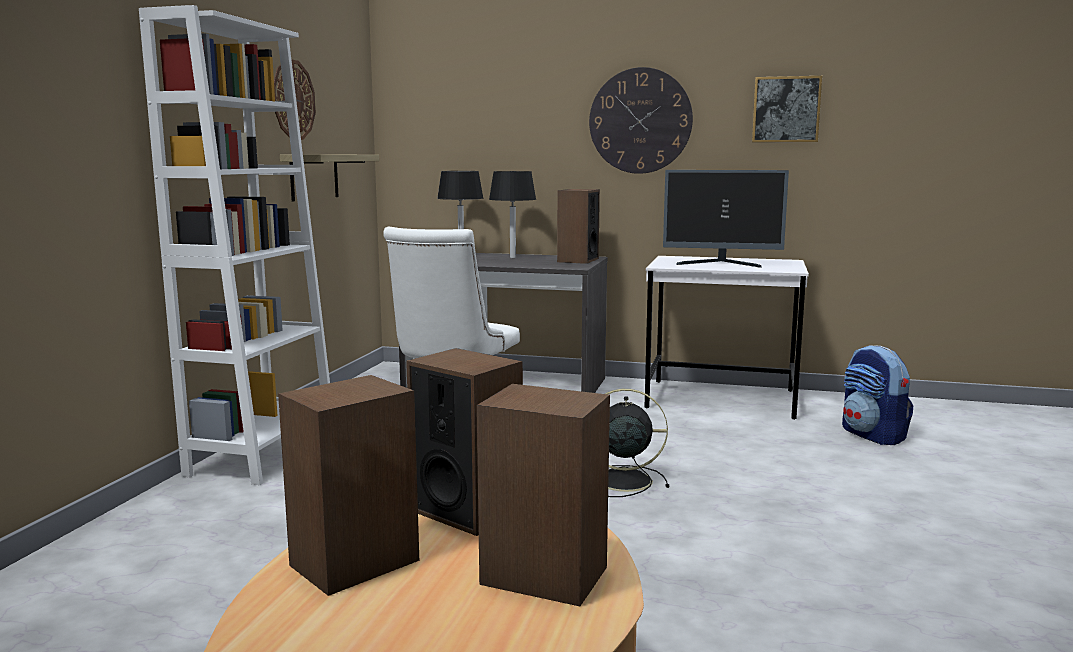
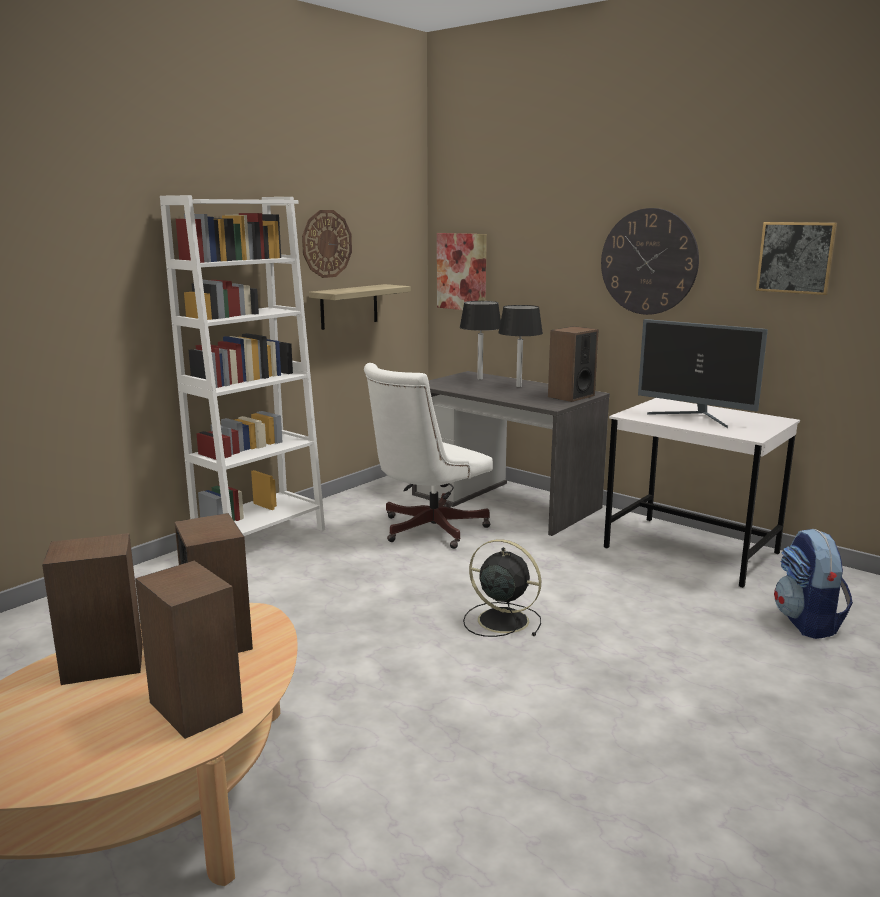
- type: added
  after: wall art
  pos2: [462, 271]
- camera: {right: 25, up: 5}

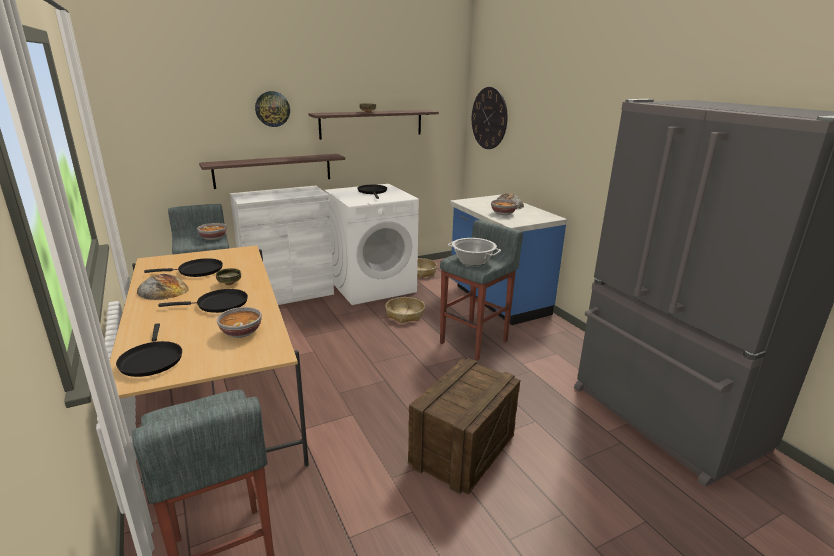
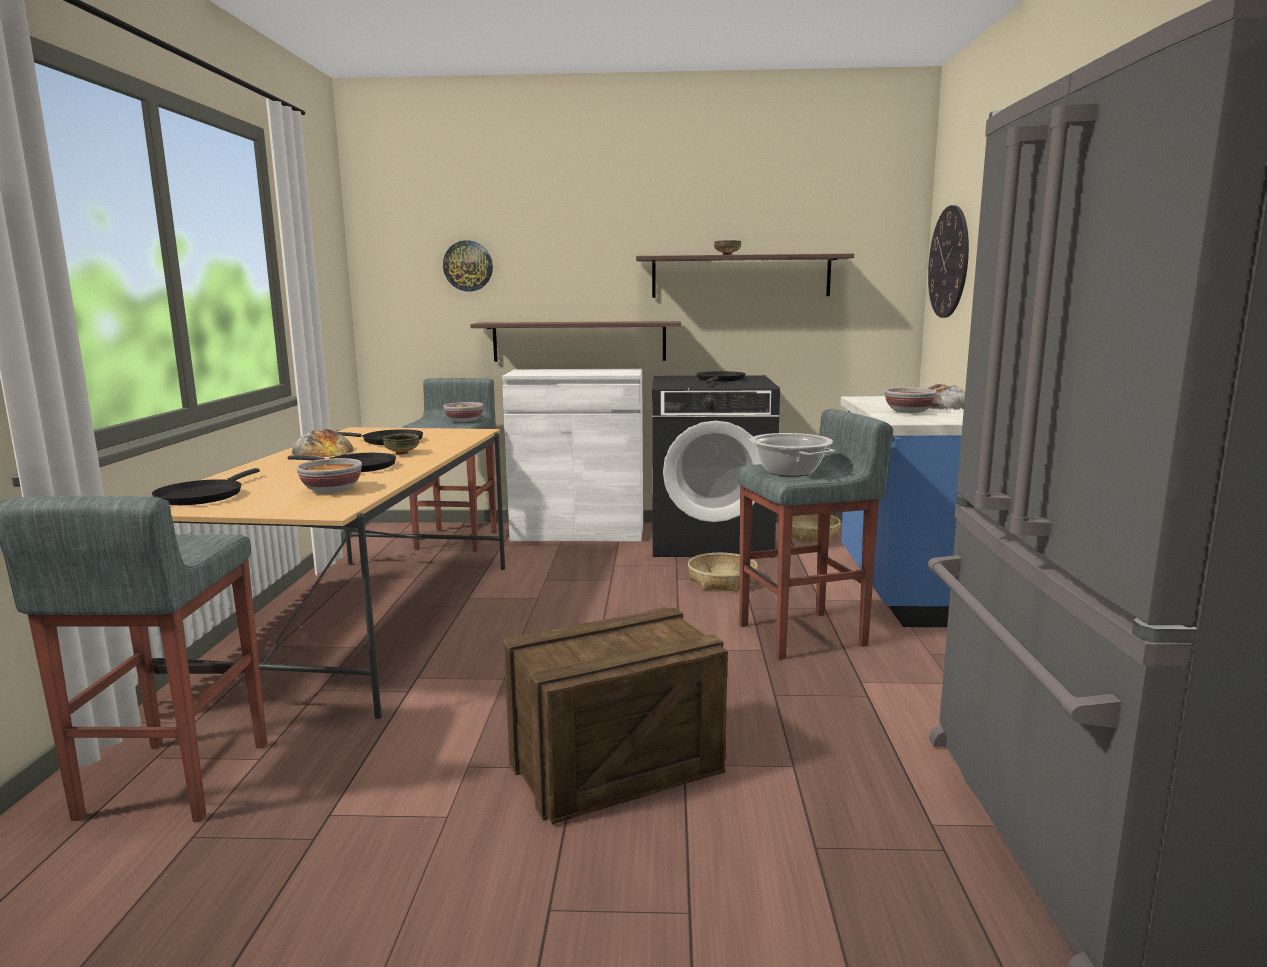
- type: moved
  before: wall clock
  pos1: [272, 109]
  pos2: [468, 266]
- type: recoloured
  before: washing machine (whitish)
  after: washing machine (black-coloured)
  pos1: [372, 286]
  pos2: [711, 540]
- camera: {right: 30, up: -10}

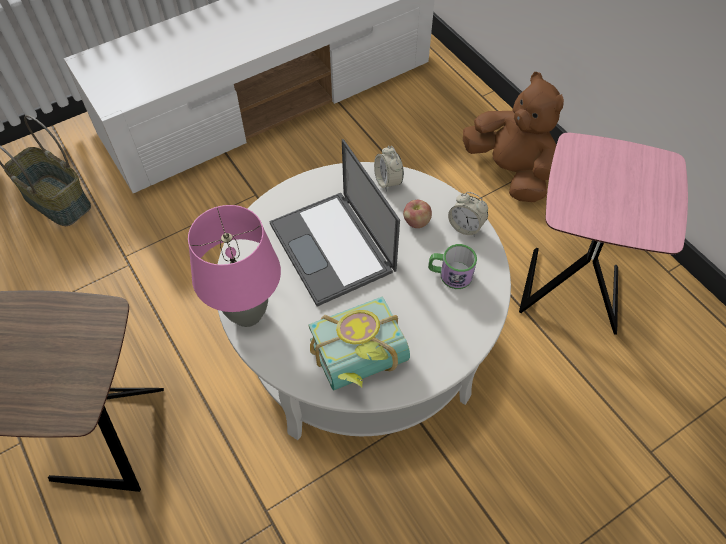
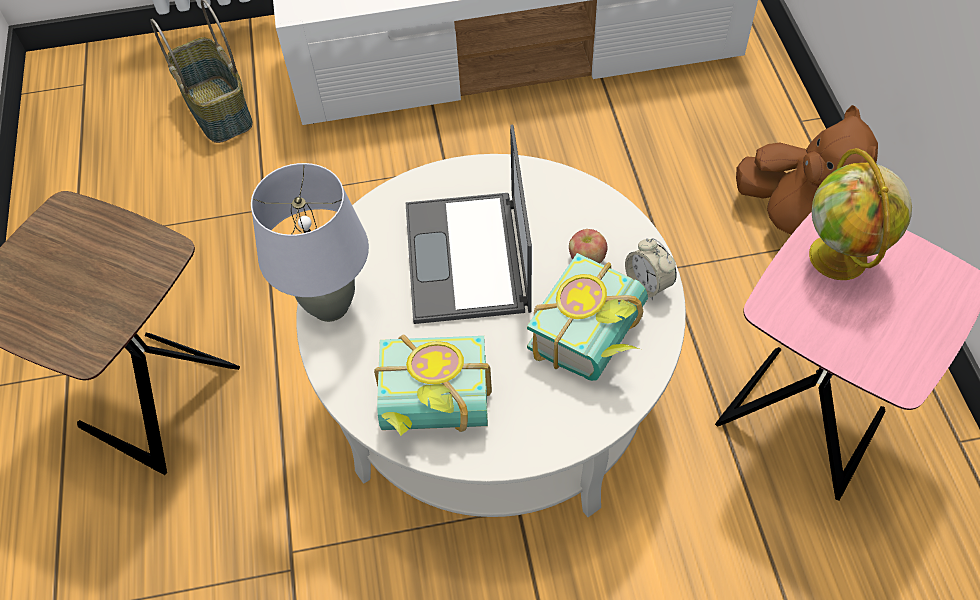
- type: recoloured
  before: lamp for a table (pinkish)
  after: lamp for a table (greyish)
  pos1: [248, 314]
  pos2: [330, 306]
- type: removed
  before: alarm clock
  pos1: [388, 181]
- type: replaced
  before: tea mug
  after: volume
  pos1: [450, 274]
  pos2: [596, 338]
- type: added
  after: globe
  pos2: [839, 258]
- camera: {right: 25, up: 0}

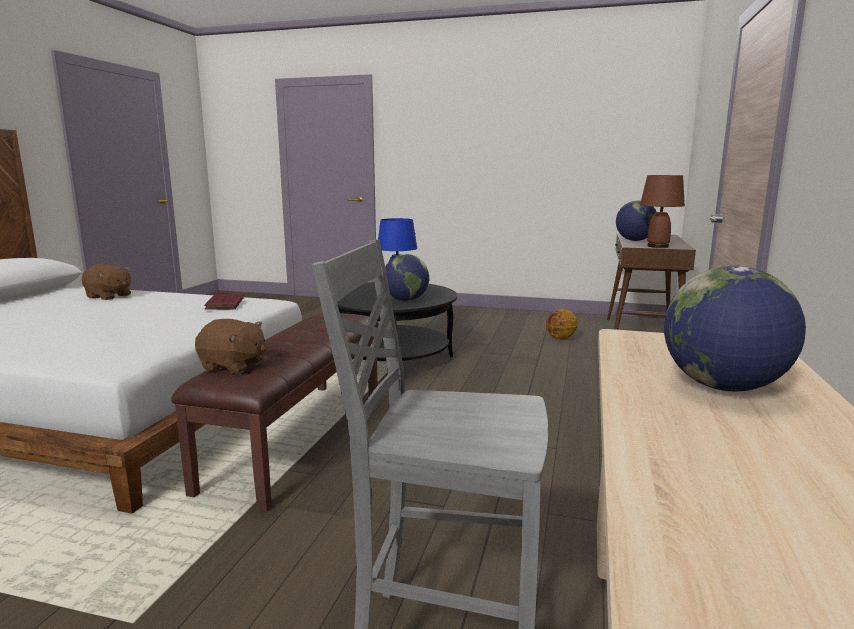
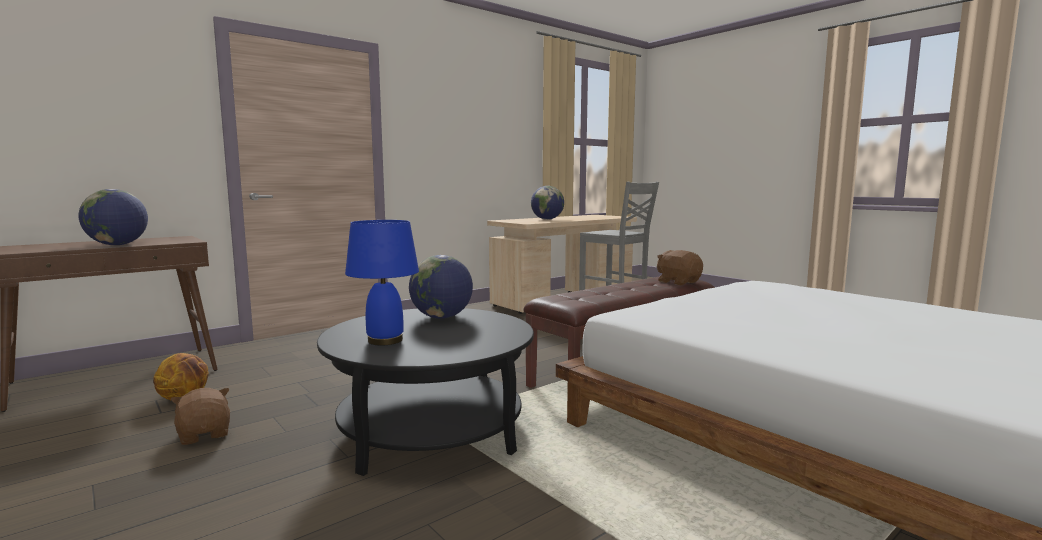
- type: moved
  before: cuddly toy (brown)
  pos1: [109, 296]
  pos2: [205, 434]
- type: removed
  before: volume (red-coloured)
  pos1: [225, 304]
- type: removed
  before: lamp for a table (brown)
  pos1: [658, 246]
- camera: {right: -145, up: -5}

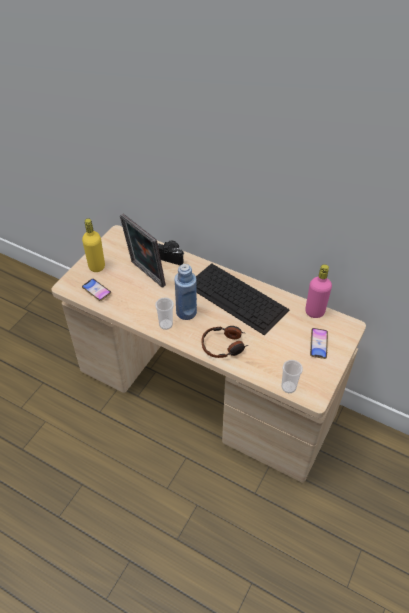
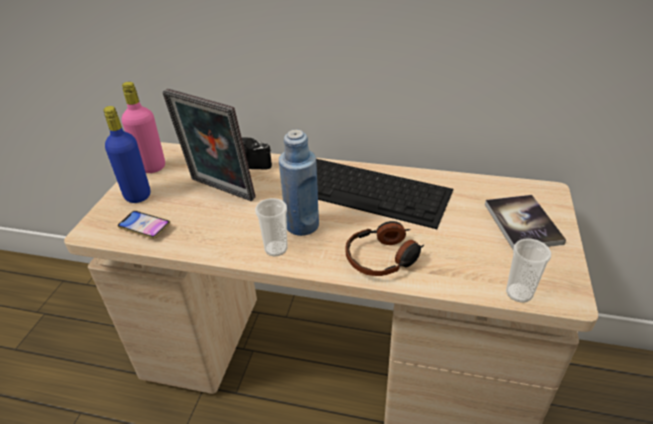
- type: recoloured
  before: drink bottle (yellowish)
  after: drink bottle (bluish)
  pos1: [97, 266]
  pos2: [137, 195]
- type: moved
  before: drink bottle (pinkish)
  pos1: [314, 312]
  pos2: [152, 167]
- type: replaced
  before: phone
  after: volume
  pos1: [318, 344]
  pos2: [522, 223]
- camera: {right: -15, up: -10}

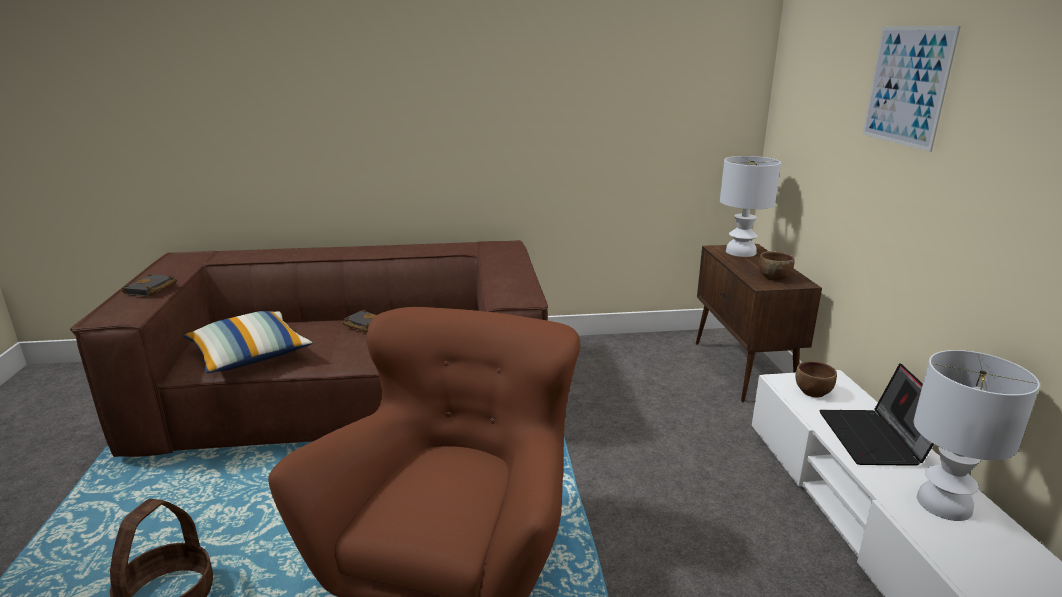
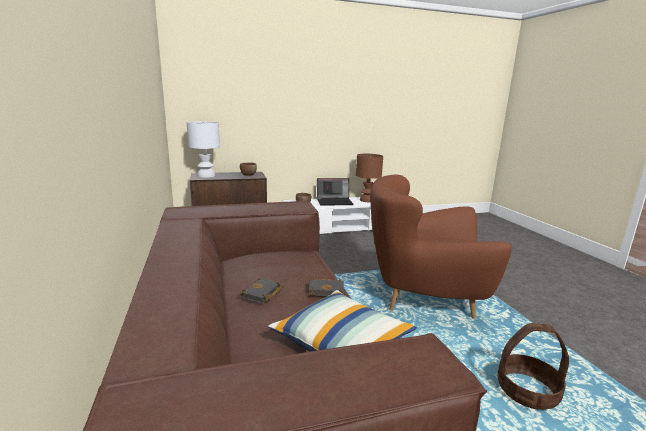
- type: moved
  before: volume (black-coloured)
  pos1: [151, 289]
  pos2: [327, 290]
- type: removed
  before: wall art
  pos1: [906, 86]
- type: recoloured
  before: lamp for a table (whitish)
  after: lamp for a table (brown)
  pos1: [942, 504]
  pos2: [367, 200]
- camera: {right: -100, up: -5}

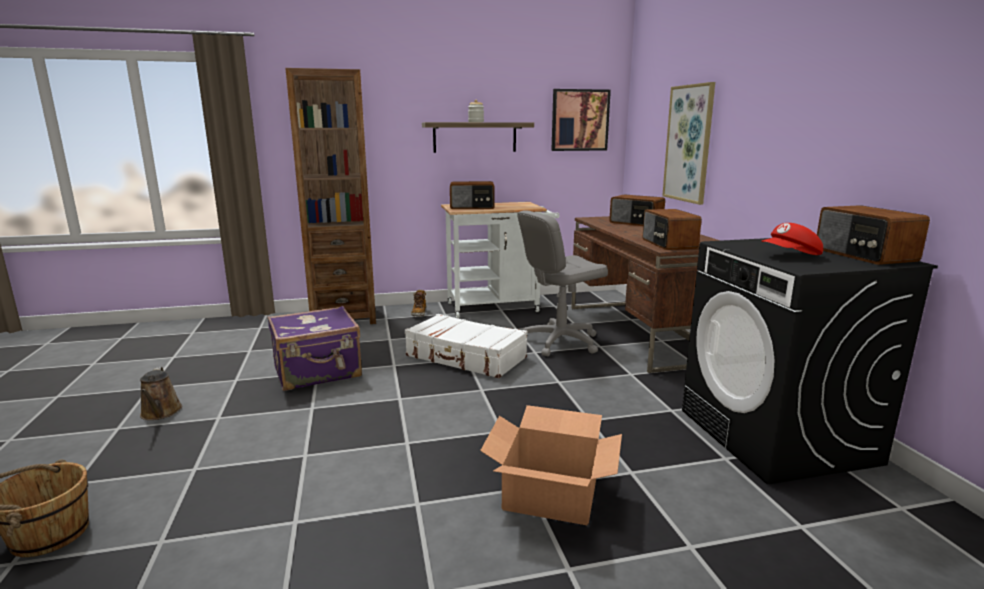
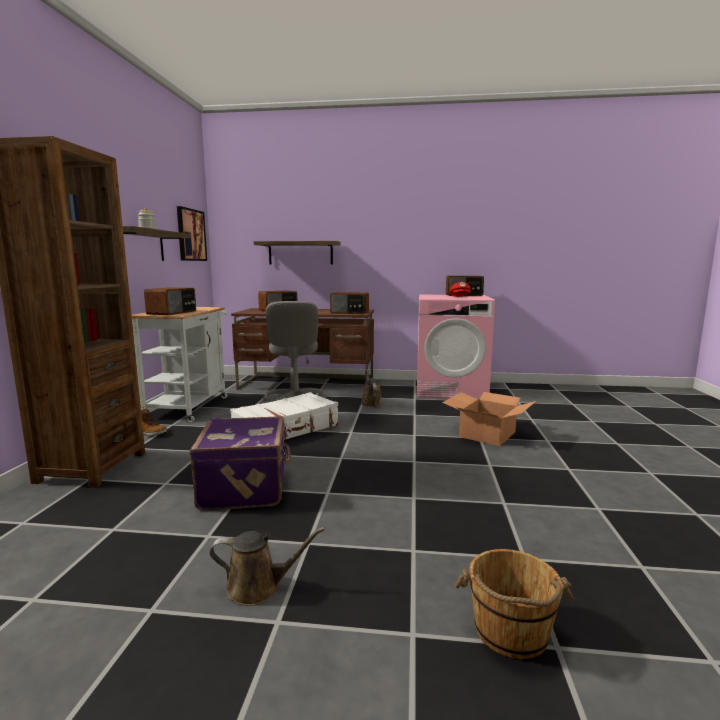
- type: replaced
  before: wall art
  after: shelf
  pos1: [689, 144]
  pos2: [300, 253]
- type: recoloured
  before: washing machine (black-coloured)
  after: washing machine (pinkish)
  pos1: [776, 436]
  pos2: [451, 389]
- type: added
  after: watering pot (brown)
  pos2: [371, 402]
- camera: {right: -70, up: -5}

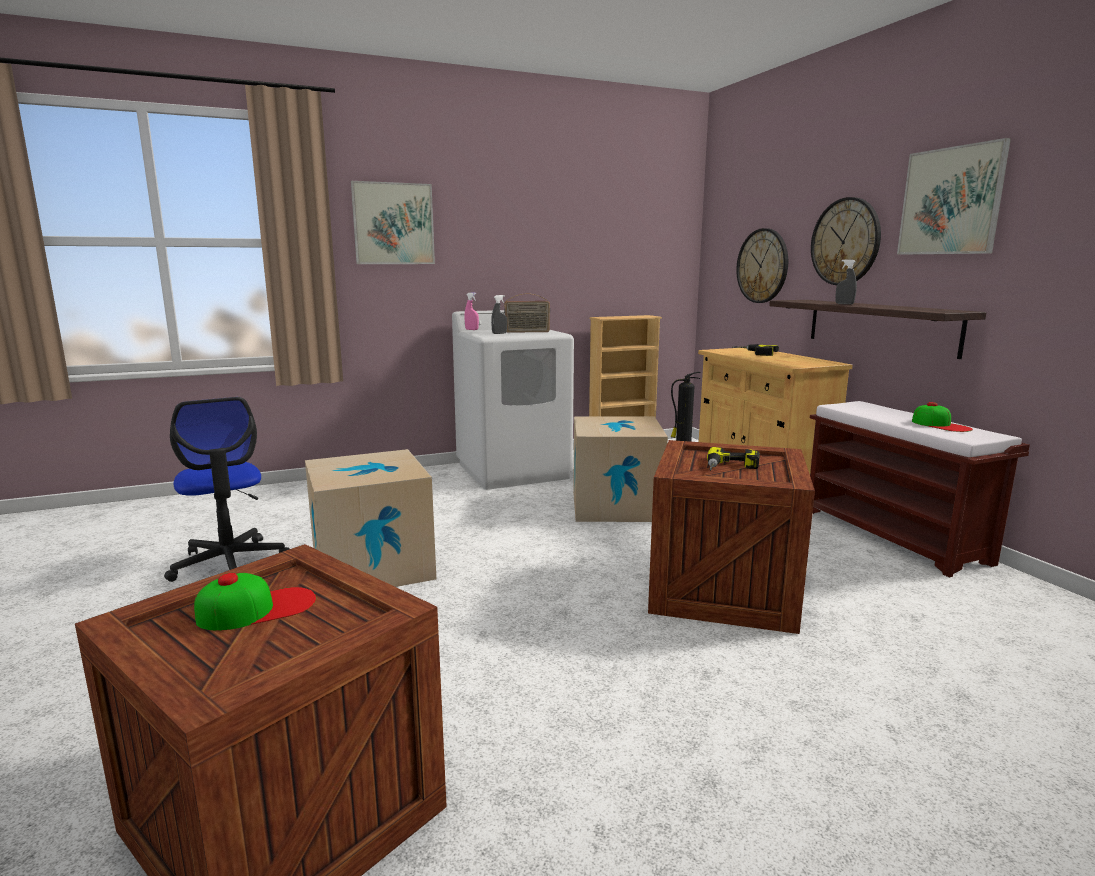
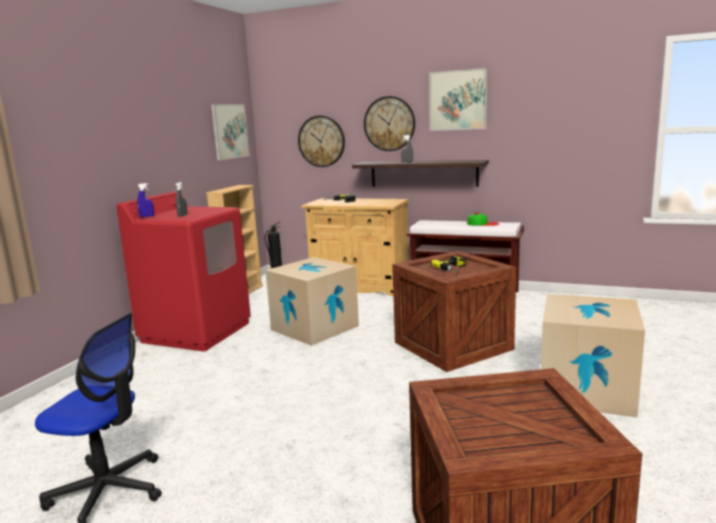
- type: removed
  before: baseball cap
  pos1: [257, 608]
- type: moved
  before: carton
  pos1: [372, 567]
  pos2: [586, 389]
- type: moved
  before: wall art
  pos1: [393, 224]
  pos2: [230, 131]
- type: recoloured
  before: washing machine (whitish)
  after: washing machine (red-coloured)
  pos1: [513, 471]
  pos2: [197, 332]
- type: recoloured
  before: sprayer (pinkish)
  after: sprayer (bluish)
  pos1: [471, 329]
  pos2: [147, 216]
- type: removed
  before: radio receiver
  pos1: [527, 332]
- camera: {right: -45, up: 0}

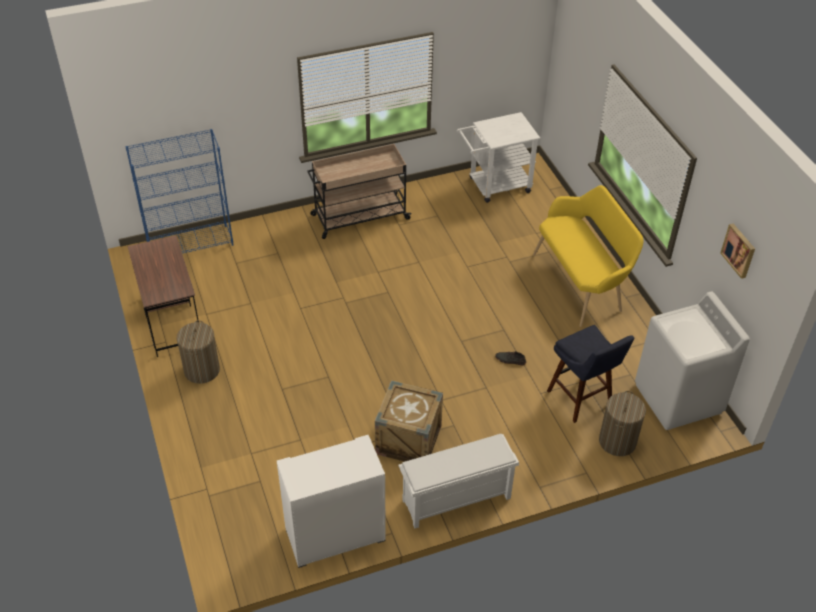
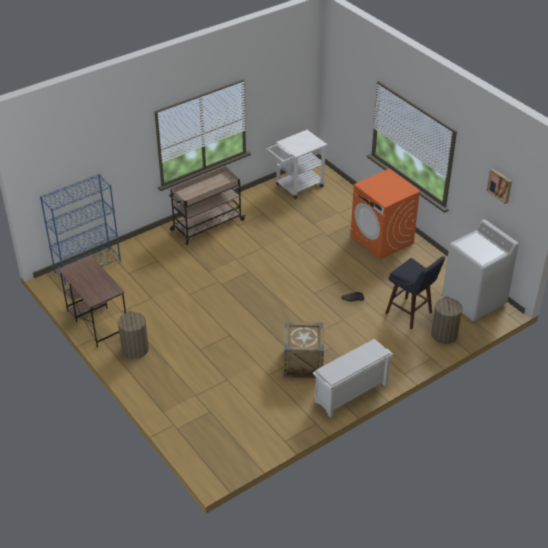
- type: removed
  before: storage cabinet (whitish)
  pos1: [335, 535]
- type: replaced
  before: indoor bench (yellowish)
  after: washing machine (orange-coloured)
  pos1: [581, 283]
  pos2: [382, 239]
- camera: {right: -15, up: -5}

